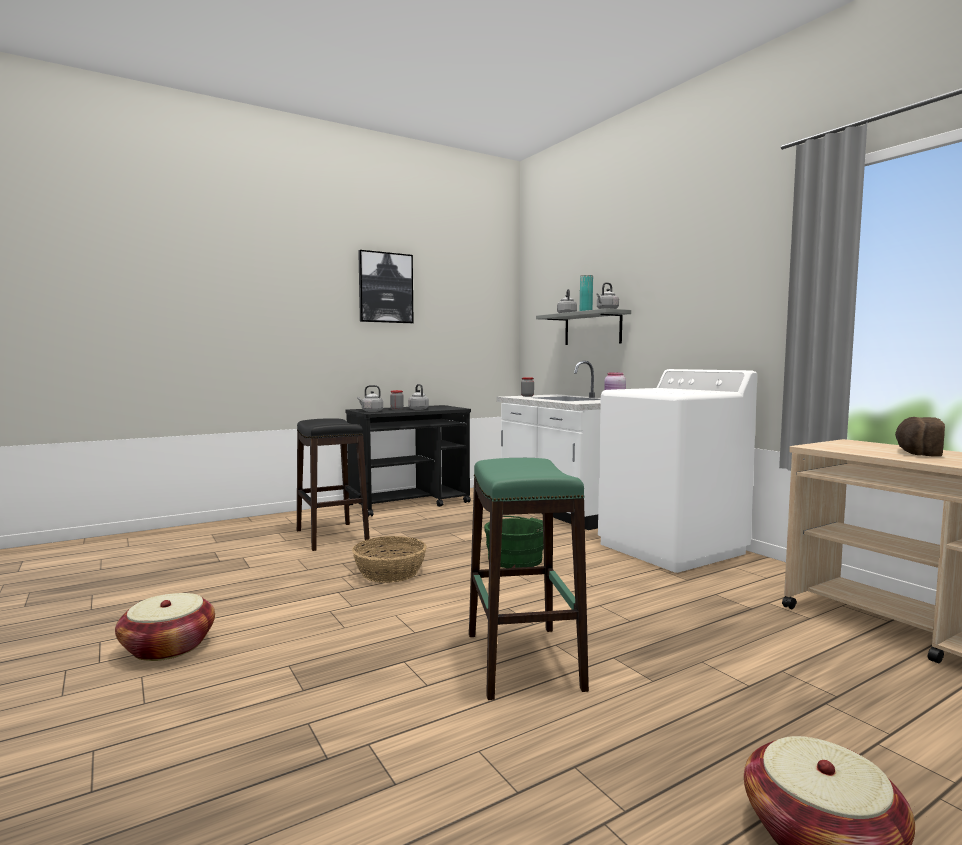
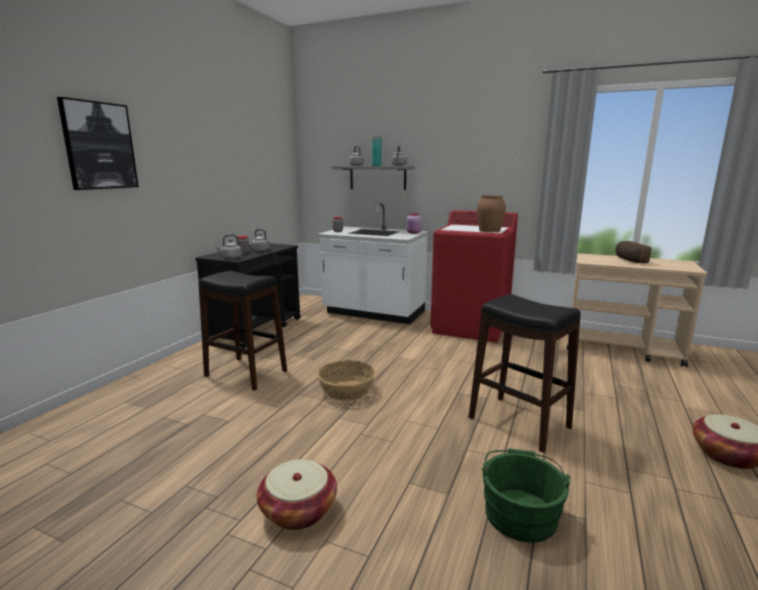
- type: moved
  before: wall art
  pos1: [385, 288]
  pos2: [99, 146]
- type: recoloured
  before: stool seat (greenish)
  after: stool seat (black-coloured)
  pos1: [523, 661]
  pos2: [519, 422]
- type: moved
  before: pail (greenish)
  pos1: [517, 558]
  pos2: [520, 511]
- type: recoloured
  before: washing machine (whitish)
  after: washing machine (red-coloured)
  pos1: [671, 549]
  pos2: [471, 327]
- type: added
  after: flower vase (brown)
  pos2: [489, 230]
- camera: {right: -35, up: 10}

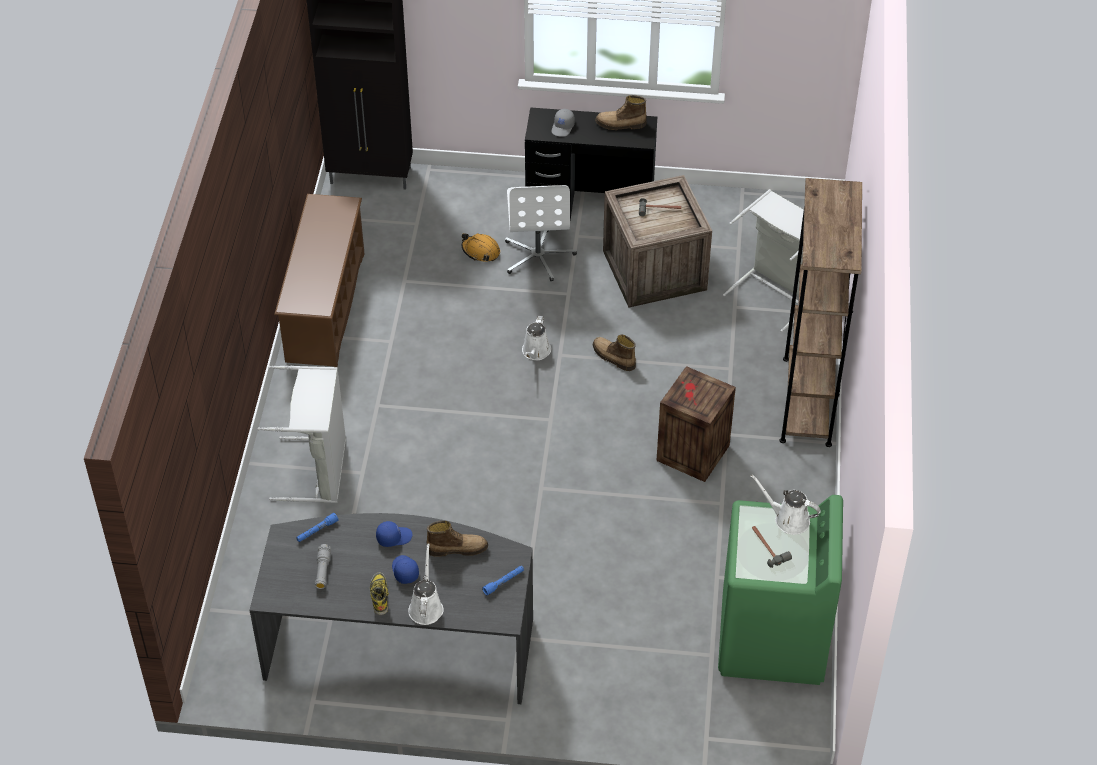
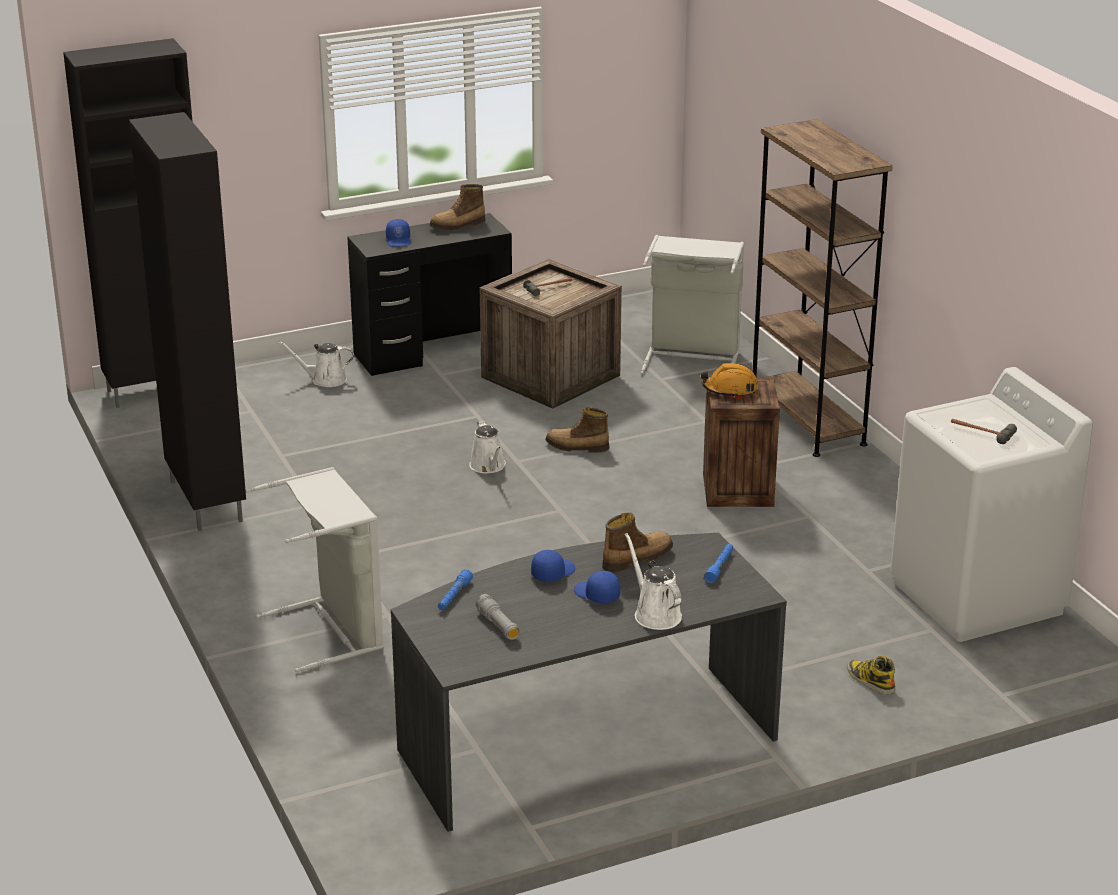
- type: replaced
  before: shoe rack (brown)
  after: storage cabinet (black-coloured)
  pos1: [325, 307]
  pos2: [206, 500]
- type: moved
  before: high-top boot
  pos1: [379, 595]
  pos2: [870, 680]
- type: moved
  before: safety helmet (orange-coloured)
  pos1: [481, 251]
  pos2: [730, 389]
- type: removed
  before: desk chair (whitish)
  pos1: [538, 256]
- type: recoloured
  before: baseball cap (greyish)
  after: baseball cap (bluish)
  pos1: [563, 127]
  pos2: [399, 240]
- type: recoloured
  before: washing machine (greenish)
  after: washing machine (whitish)
  pos1: [772, 640]
  pos2: [977, 598]
- type: moved
  before: watering pot (whitish)
  pos1: [788, 519]
  pos2: [325, 380]
- camera: {right: -30, up: -20}

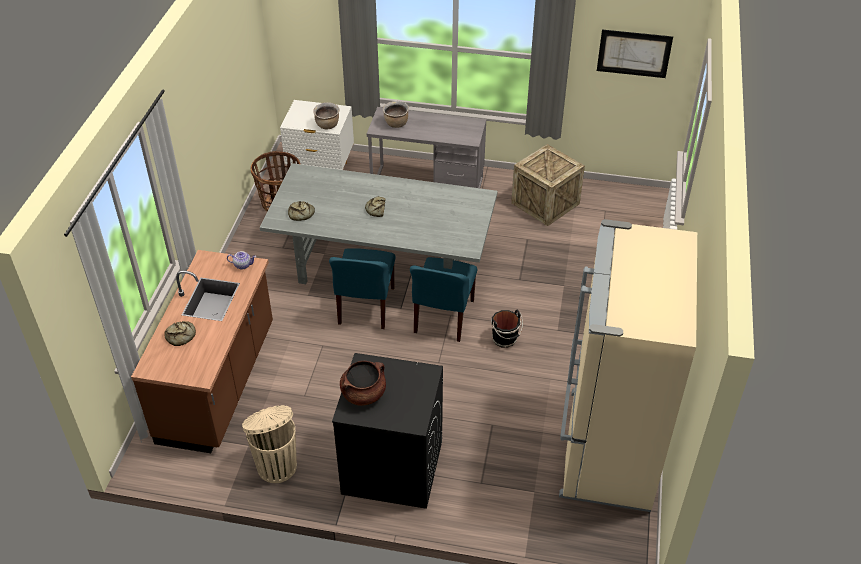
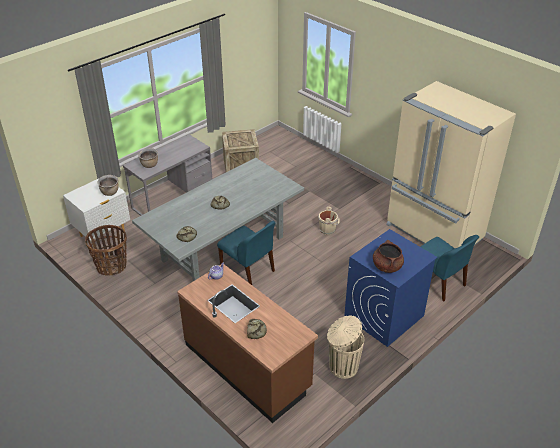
- type: recoloured
  before: washing machine (black-coloured)
  after: washing machine (bluish)
  pos1: [391, 467]
  pos2: [384, 316]
- type: moved
  before: upright chair (bluish)
  pos1: [443, 317]
  pos2: [438, 282]
- type: recoloured
  before: pail (black-coloured)
  after: pail (beige)
  pos1: [505, 339]
  pos2: [328, 229]
- type: removed
  before: wall art
  pos1: [634, 53]
- camera: {right: -55, up: -5}

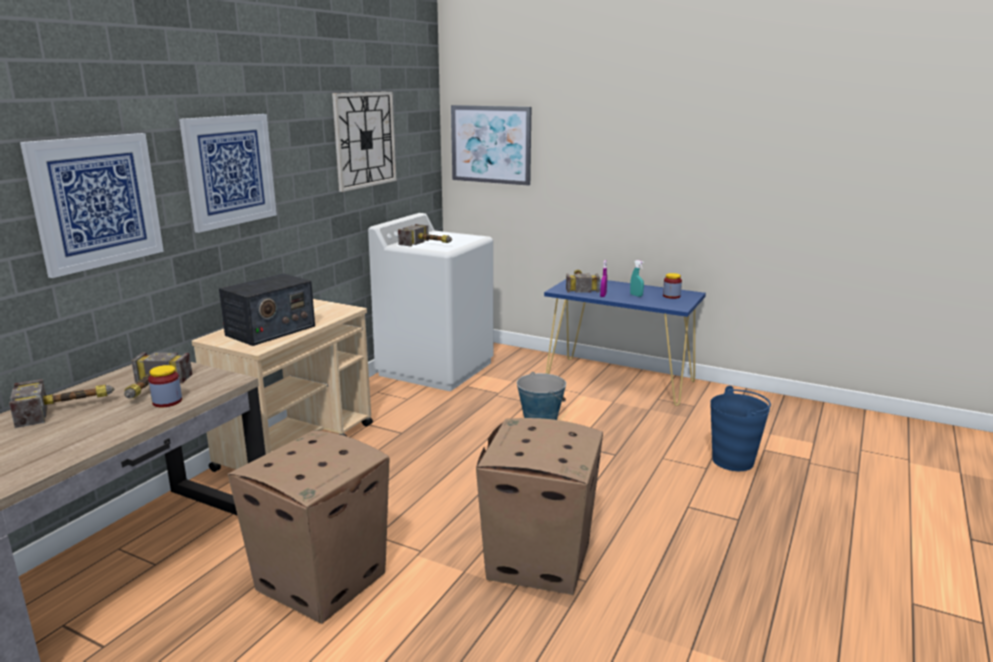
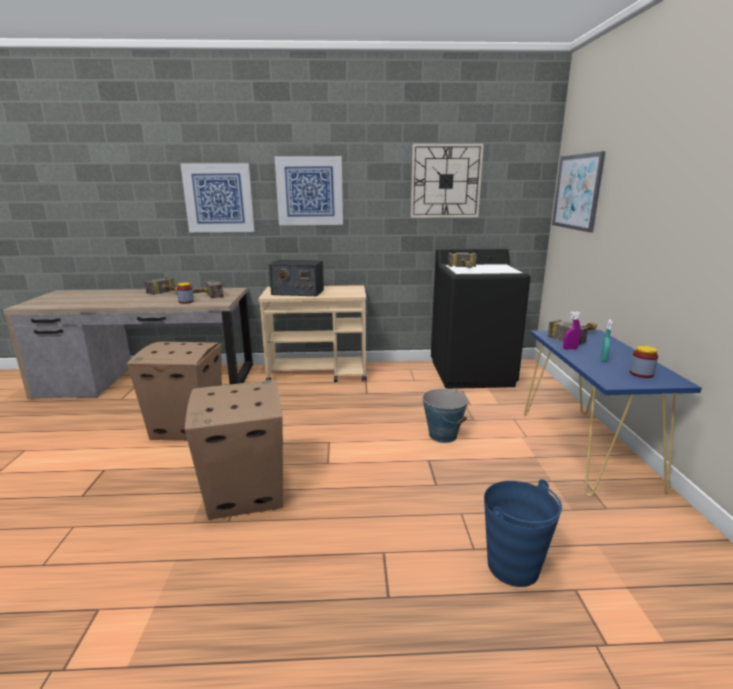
- type: recoloured
  before: washing machine (whitish)
  after: washing machine (black-coloured)
  pos1: [436, 368]
  pos2: [472, 373]
- camera: {right: 60, up: 0}

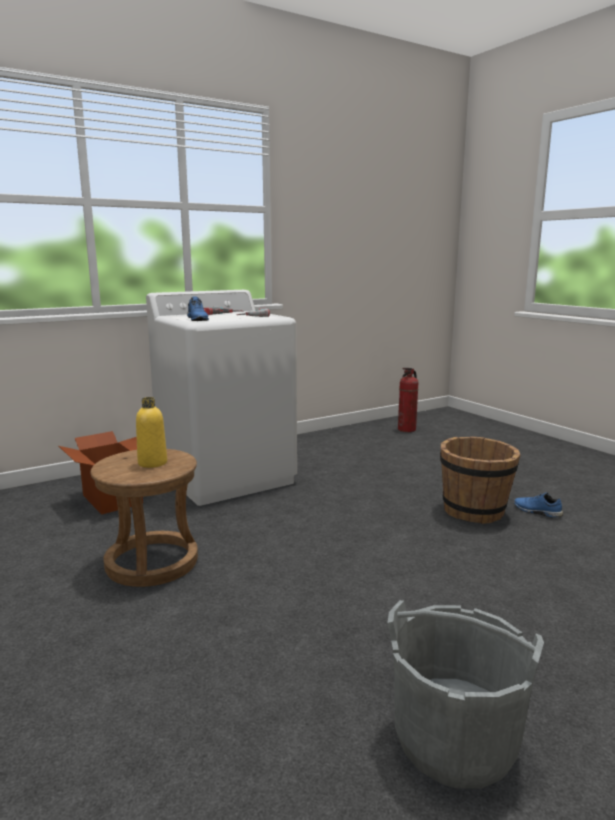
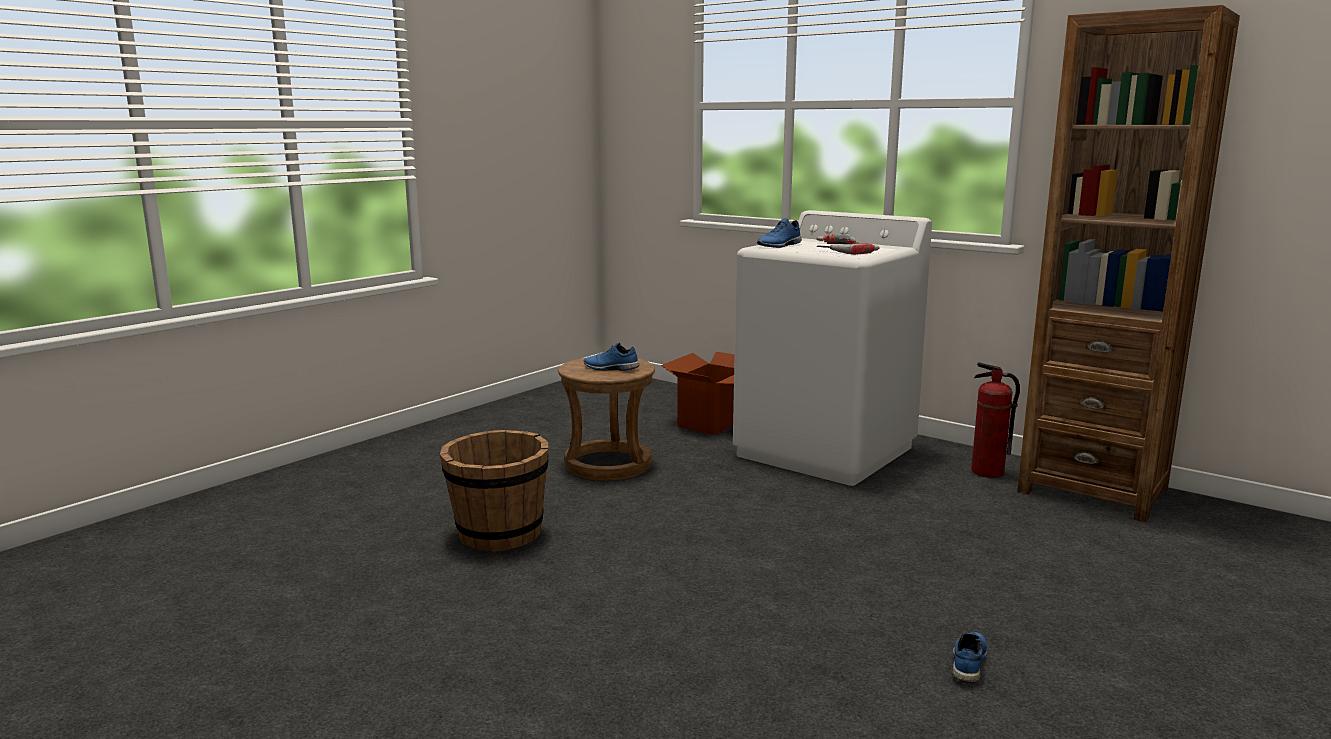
- type: replaced
  before: drink bottle (yellowish)
  after: shoe (bluish)
  pos1: [152, 463]
  pos2: [610, 368]
- type: removed
  before: pail (greyish)
  pos1: [455, 740]
- type: moved
  before: fire-fighting cylinder
  pos1: [407, 429]
  pos2: [987, 472]
- type: moved
  before: pail (brown)
  pos1: [474, 511]
  pos2: [499, 534]
- type: added
  after: shelving unit (brown)
  pos2: [1092, 491]
- camera: {right: 70, up: 0}

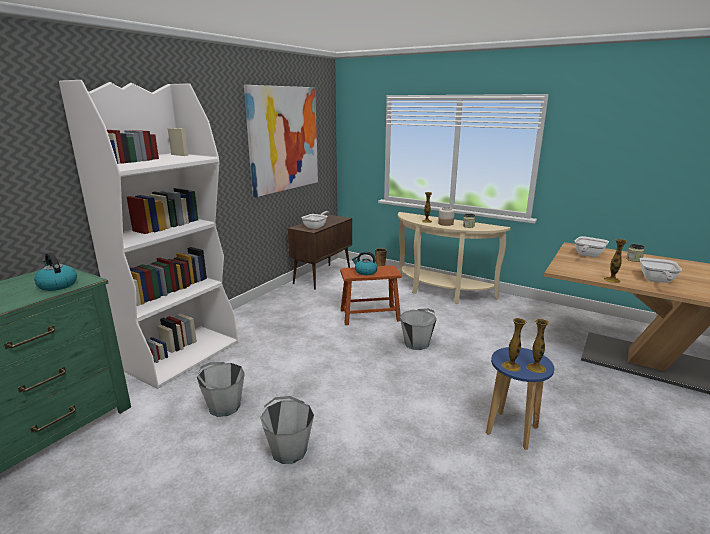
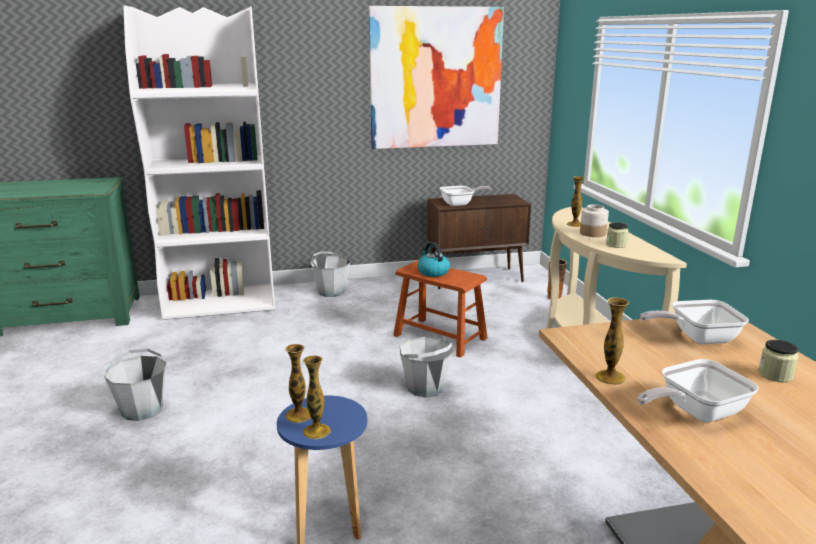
- type: removed
  before: water kettle
  pos1: [57, 285]
- type: moved
  before: pail (greyish)
  pos1: [224, 406]
  pos2: [331, 291]
- camera: {right: 45, up: 0}

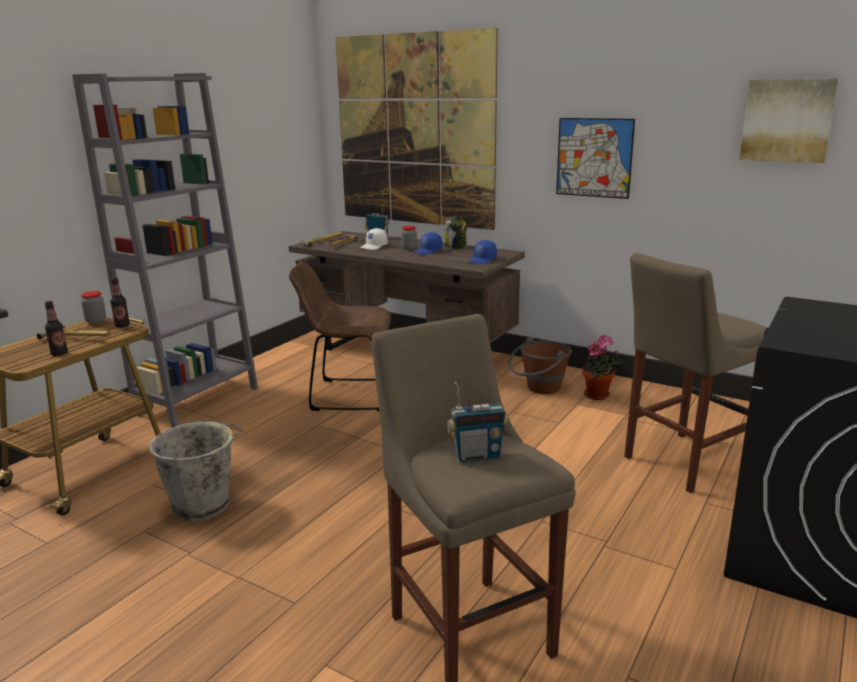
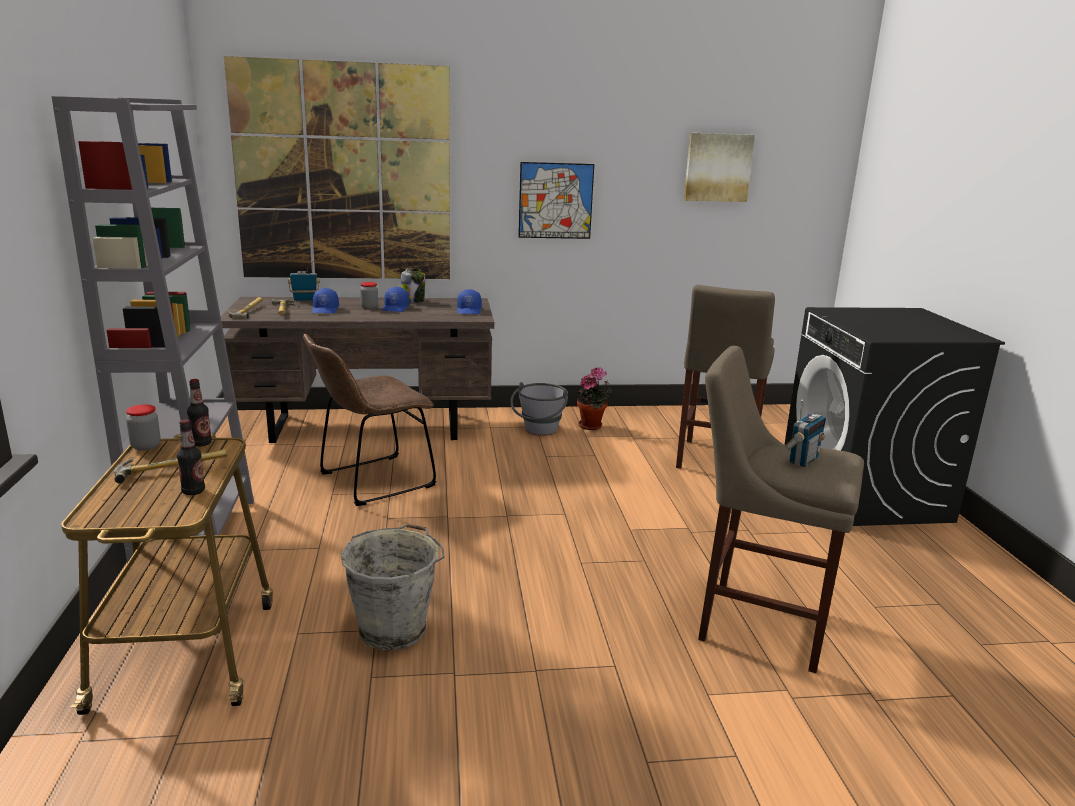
- type: recoloured
  before: baseball cap (whitish)
  after: baseball cap (bluish)
  pos1: [374, 246]
  pos2: [325, 310]
- type: recoloured
  before: pail (brown)
  after: pail (greyish)
  pos1: [538, 389]
  pos2: [539, 432]
- camera: {right: -40, up: 0}

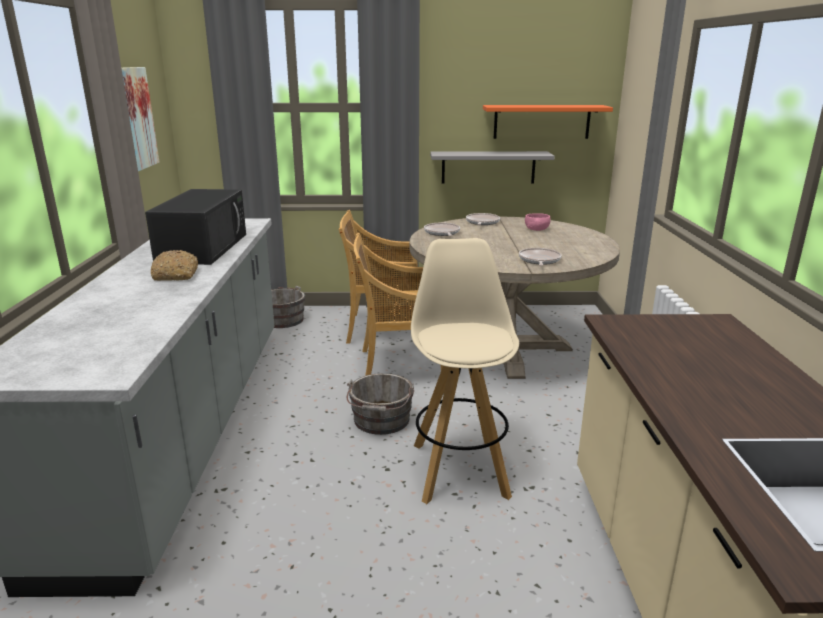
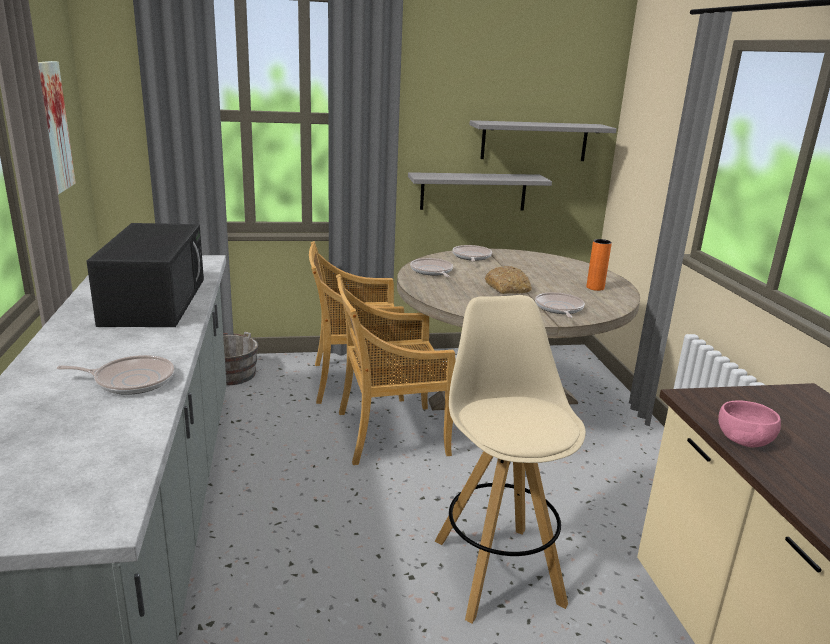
- type: moved
  before: baked bread
  pos1: [176, 275]
  pos2: [508, 288]
- type: removed
  before: pail (greyish)
  pos1: [381, 421]
- type: recoloured
  before: shelf (orange-coloured)
  after: shelf (greyish)
  pos1: [541, 121]
  pos2: [534, 141]
- type: moved
  before: serving bowl (pinkish)
  pos1: [537, 229]
  pos2: [744, 439]
- type: added
  after: frying pan
  pos2: [131, 380]
- type: added
  after: flower vase (orange-coloured)
  pos2: [595, 287]
- camera: {right: -10, up: 0}

